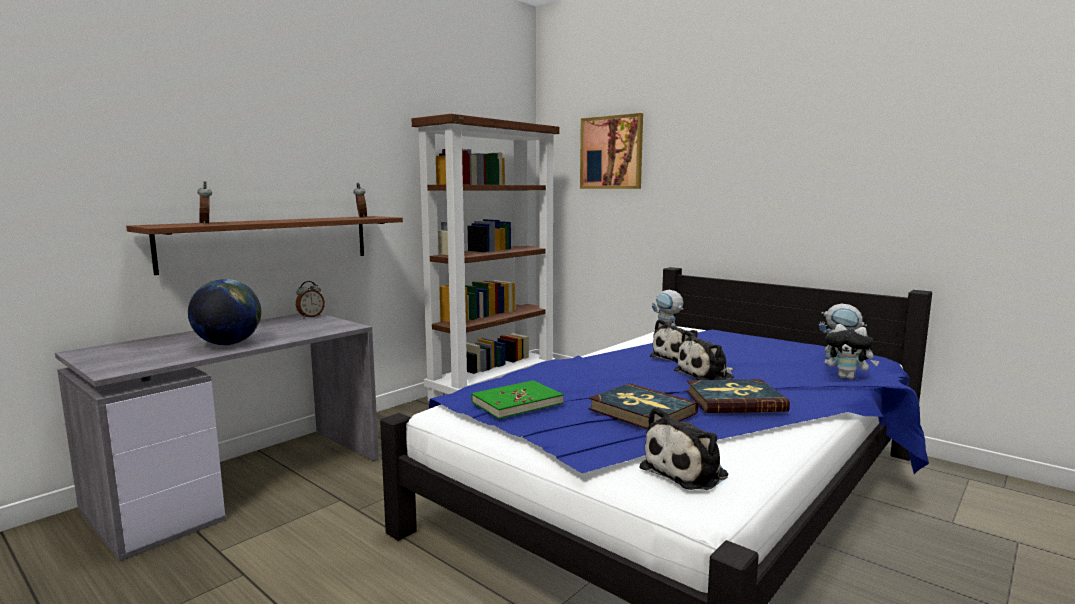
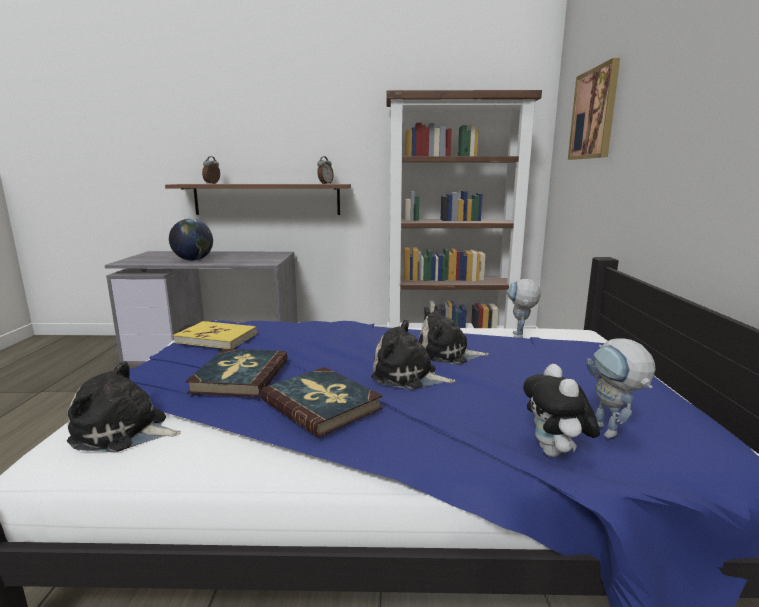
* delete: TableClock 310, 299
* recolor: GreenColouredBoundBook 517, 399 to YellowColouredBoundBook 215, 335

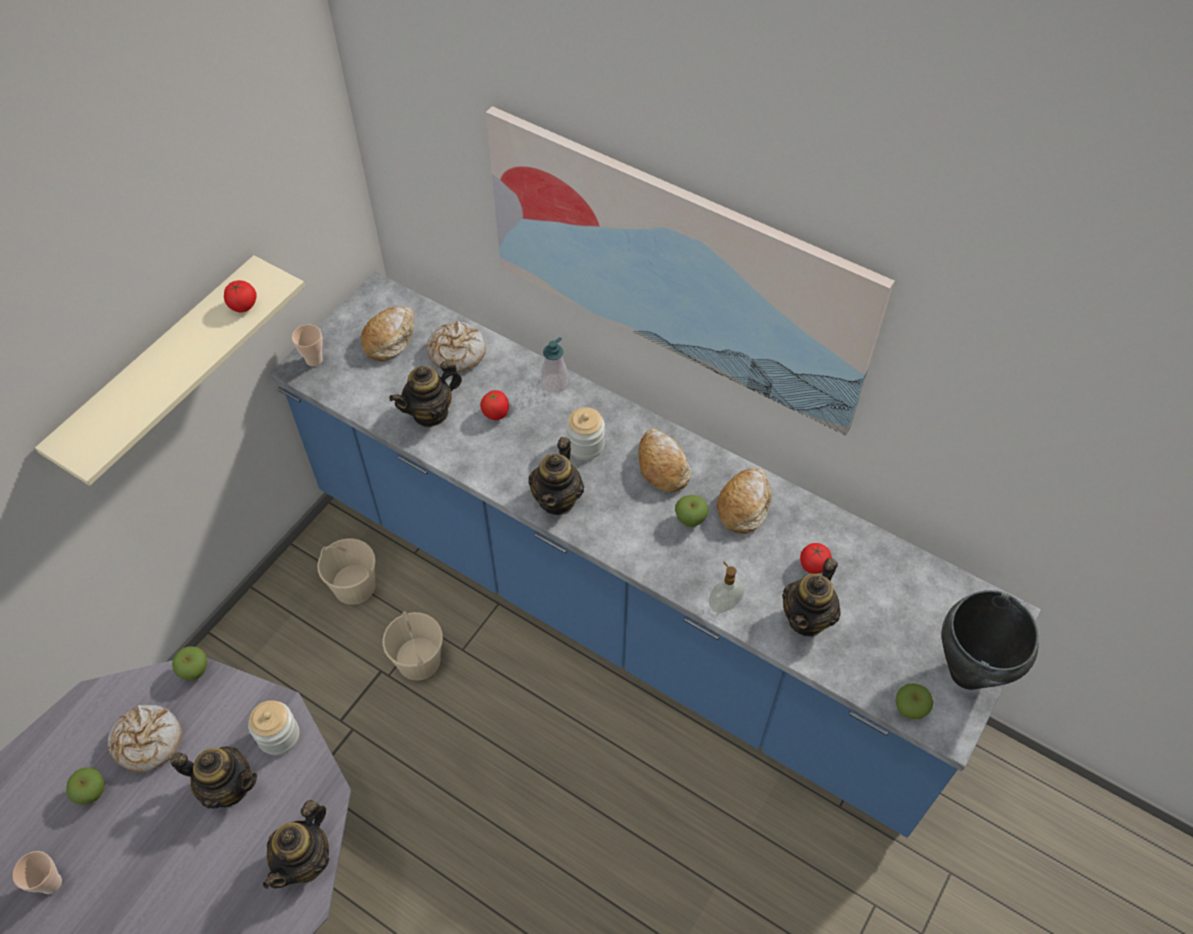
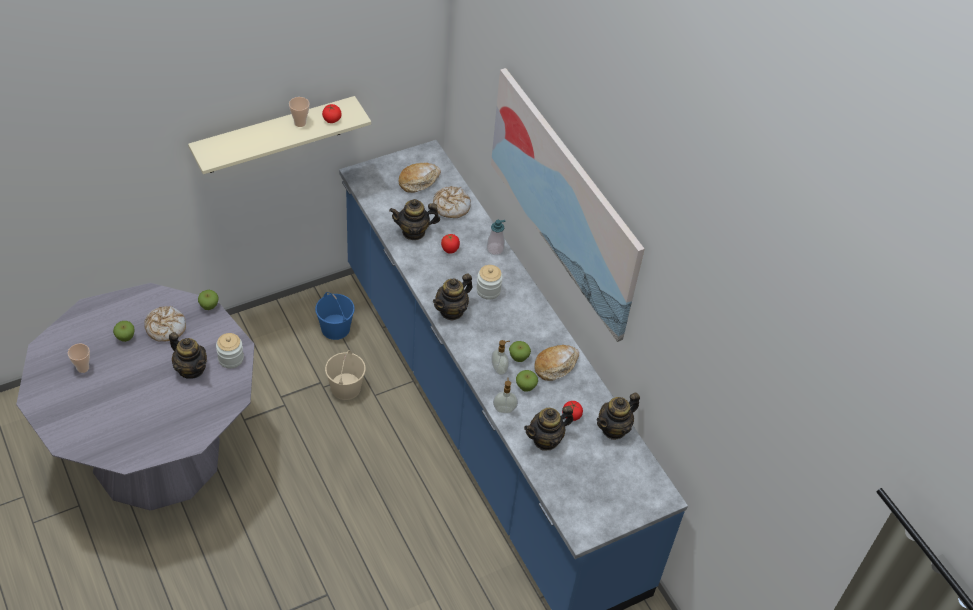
* delete: BakedBread 664, 461
* delete: BlackishCookingPot 990, 640
* insert: LiquidSoapBottle 500, 357
* move: TeaPot 296, 844 to 618, 416
* move: Cup 307, 345 to 299, 112
* move: AppleFruit 915, 701 to 527, 381
* recolor: SandColouredBucket 346, 572 to BlueBucket 335, 316

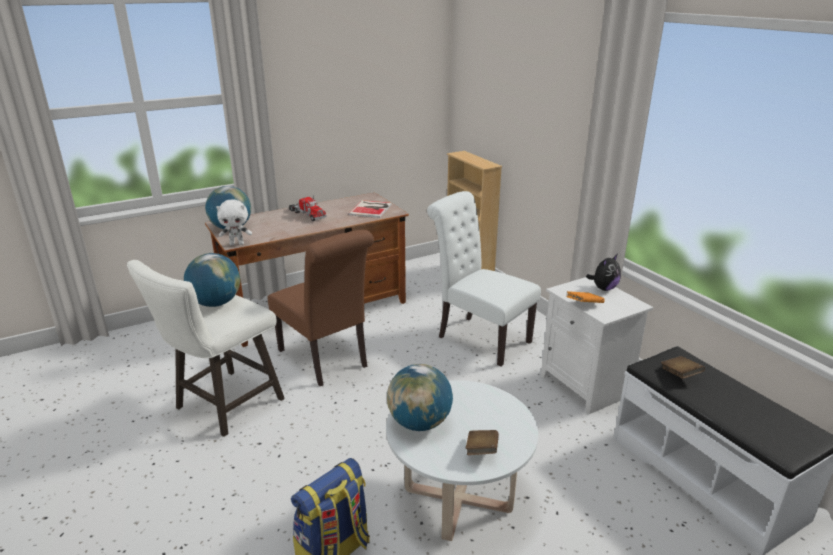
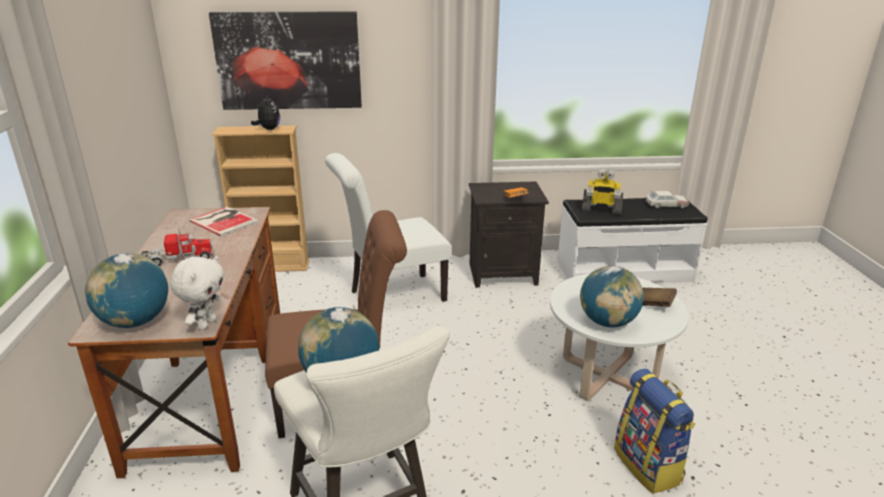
* insert: WallPicture 285, 60
* insert: ModelCar 667, 199
* move: CuddlyToy 603, 273 to 265, 113
* replace: BrownBoundBook 683, 367 to ToyRobot 602, 191
* recolor: WhitishNightstand 597, 345 to BlackishNightstand 509, 235

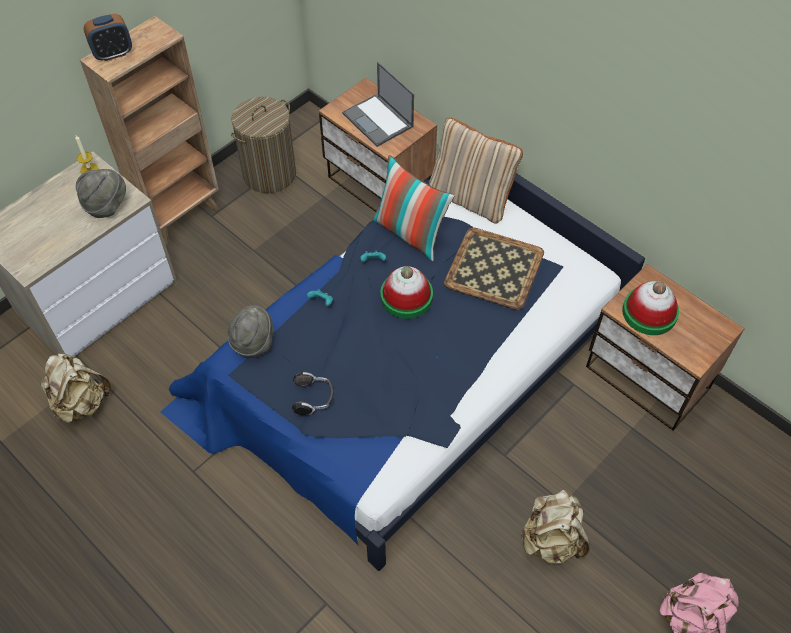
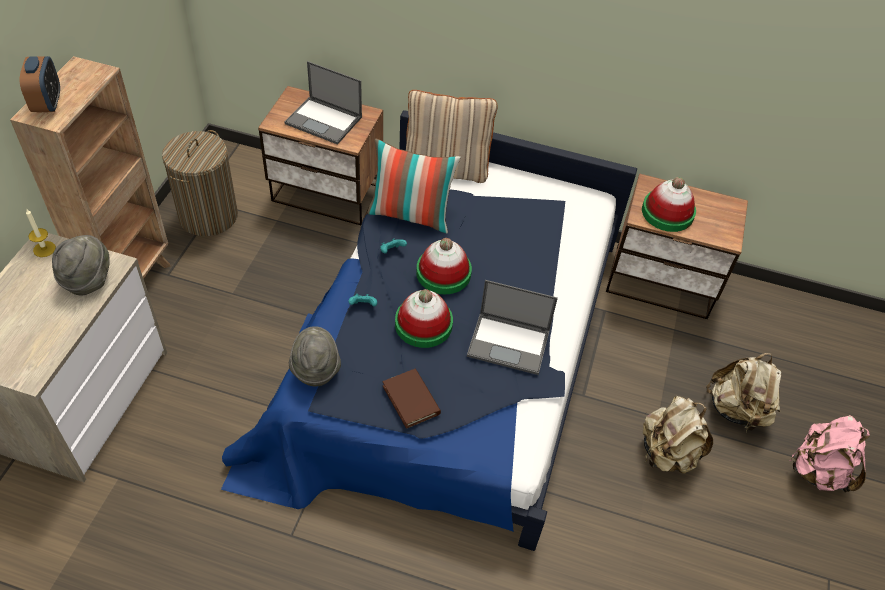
* delete: CarryingTray 494, 268
* insert: Hat 424, 318
* insert: NotebookComputer 512, 327
* move: SandColouredKnapsack 76, 388 to 743, 392
* replace: Headset 312, 394 to BrownBoundBook 411, 399
* rotate: TableClock 108, 37 = 40, 84 45 degrees counterclockwise

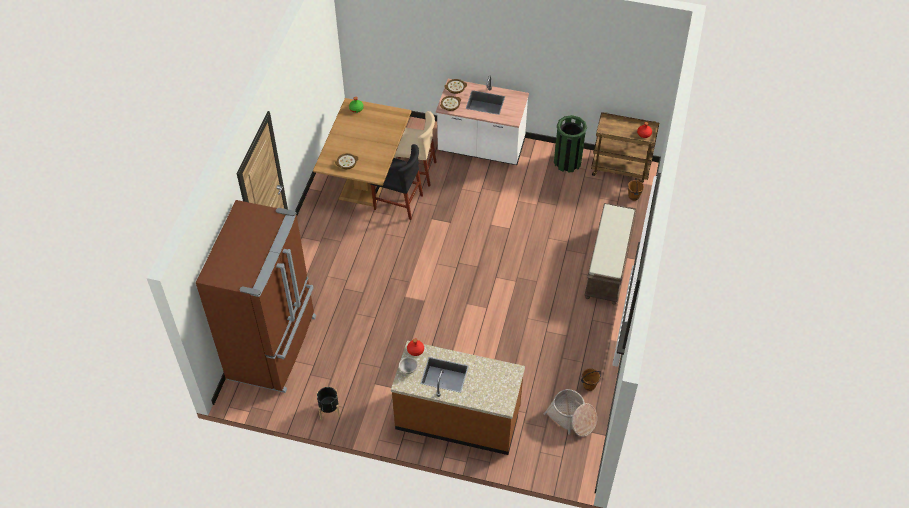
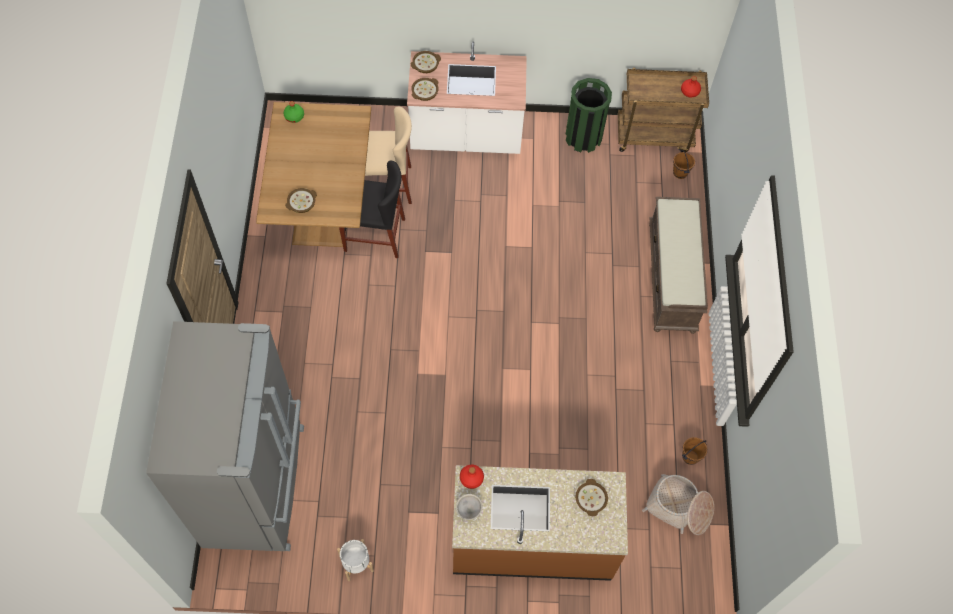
* insert: DeepDish 591, 497
* recolor: BrownRefrigerator 256, 296 to GrayRefrigerator 225, 436
* recolor: BlackishFlowerPot 328, 403 to WhitishFlowerPot 355, 560

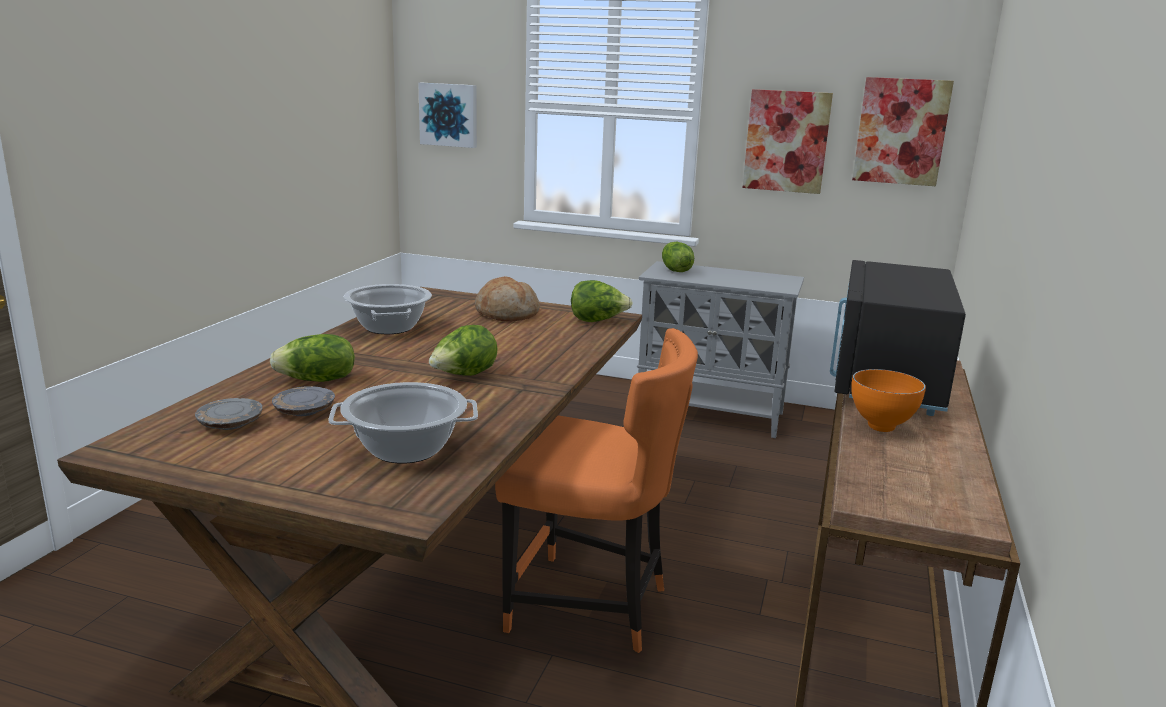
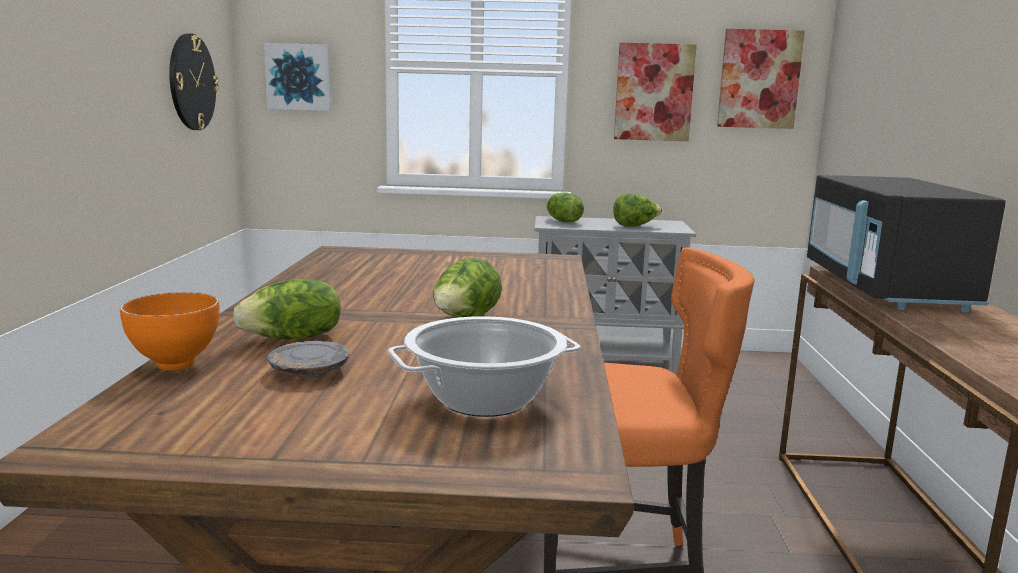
* delete: GrayPlate 228, 414
* delete: CookingPot 388, 309
* delete: BakedBread 507, 299
* insert: HangingClock 194, 81
* move: Lettuce 602, 301 to 637, 210
* move: OrangeColouredDeepDish 888, 400 to 170, 331

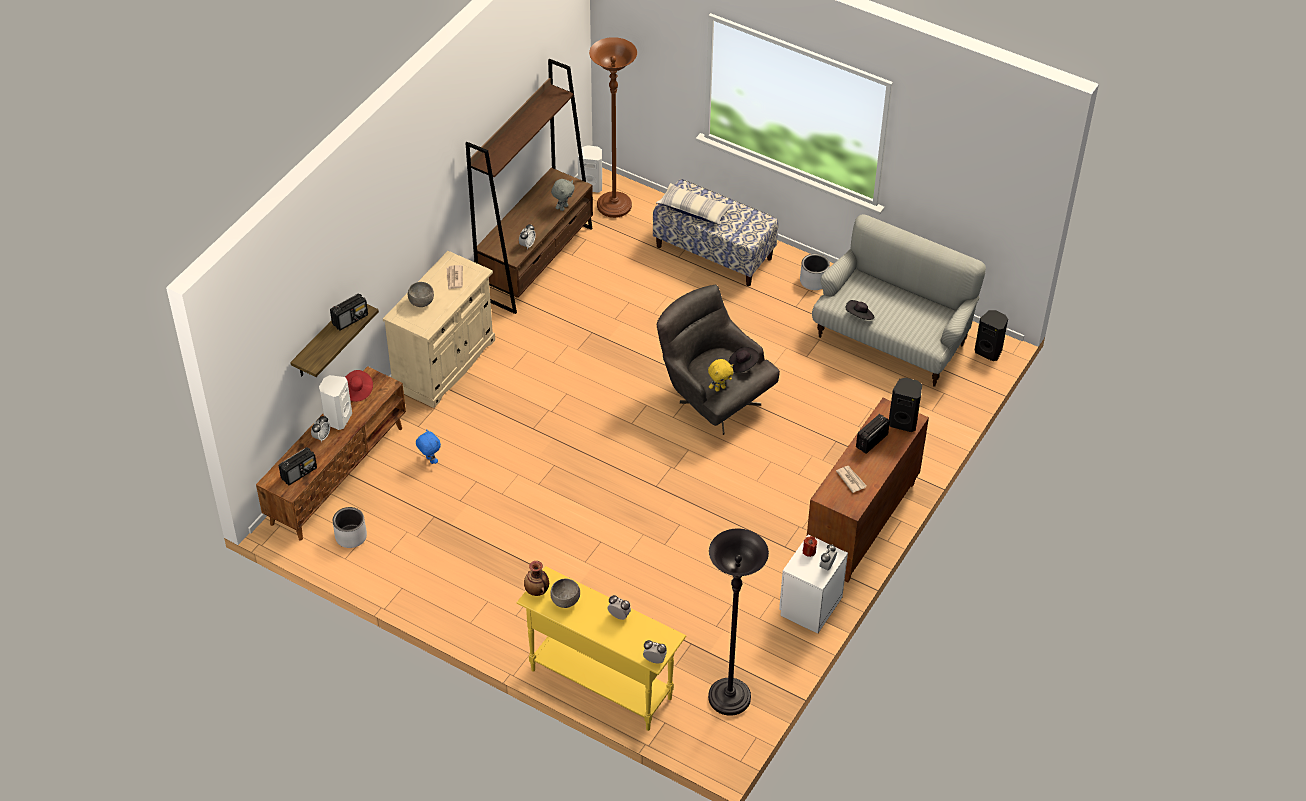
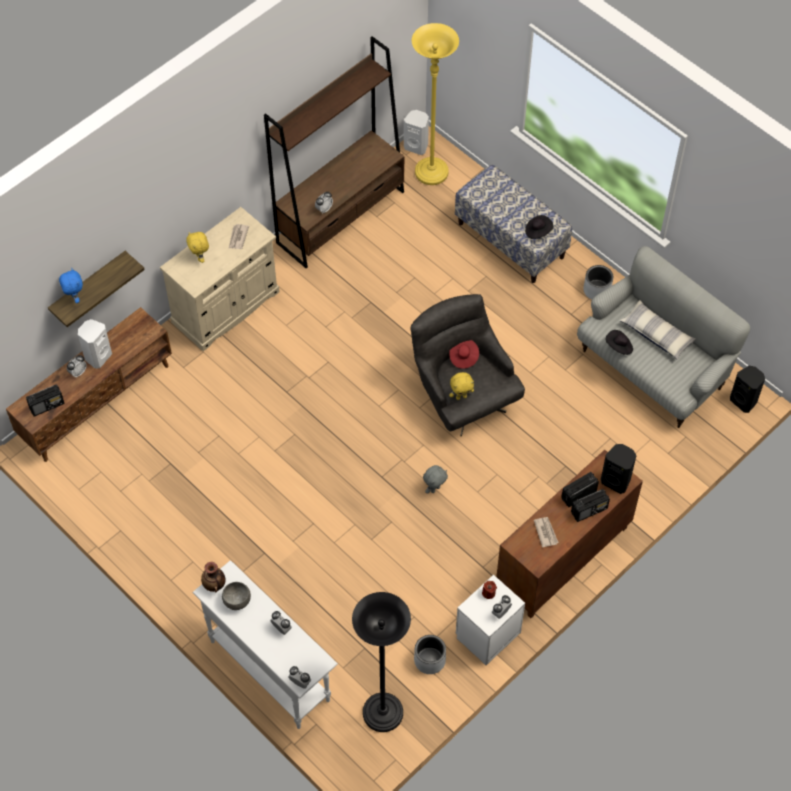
* move: Radio 349, 312 to 590, 505
* move: GrayFlowerPot 350, 527 to 430, 654
* move: RedColouredHat 359, 386 to 464, 354
* move: BlueCuddlyToy 428, 446 to 71, 285
* move: GrayCuddlyToy 563, 195 to 435, 479
* move: Cushion 694, 204 to 657, 330
* move: BlackishHat 744, 360 to 539, 227
* replace: GrayDeepDish 421, 294 to YellowColouredCuddlyToy 197, 247
* recolor: YellowColouredHallTable 601, 648 to WhitishHallTable 265, 644
* recolor: BrownStandingLamp 613, 127 to YellowColouredStandingLamp 435, 104

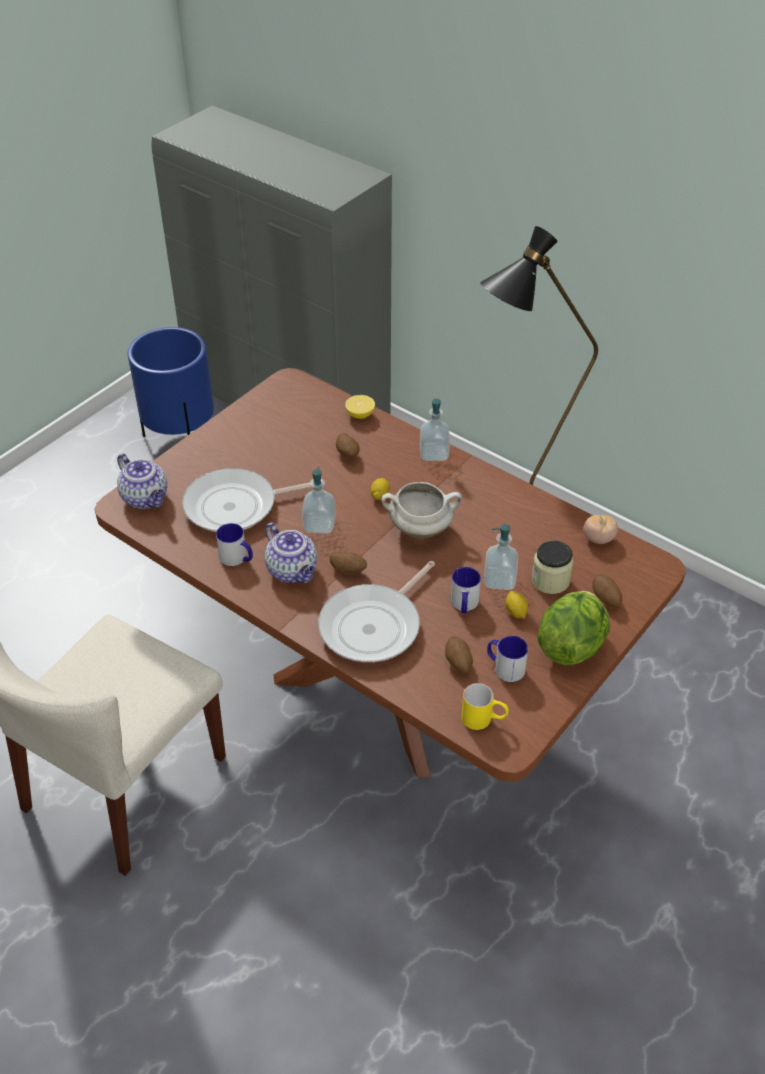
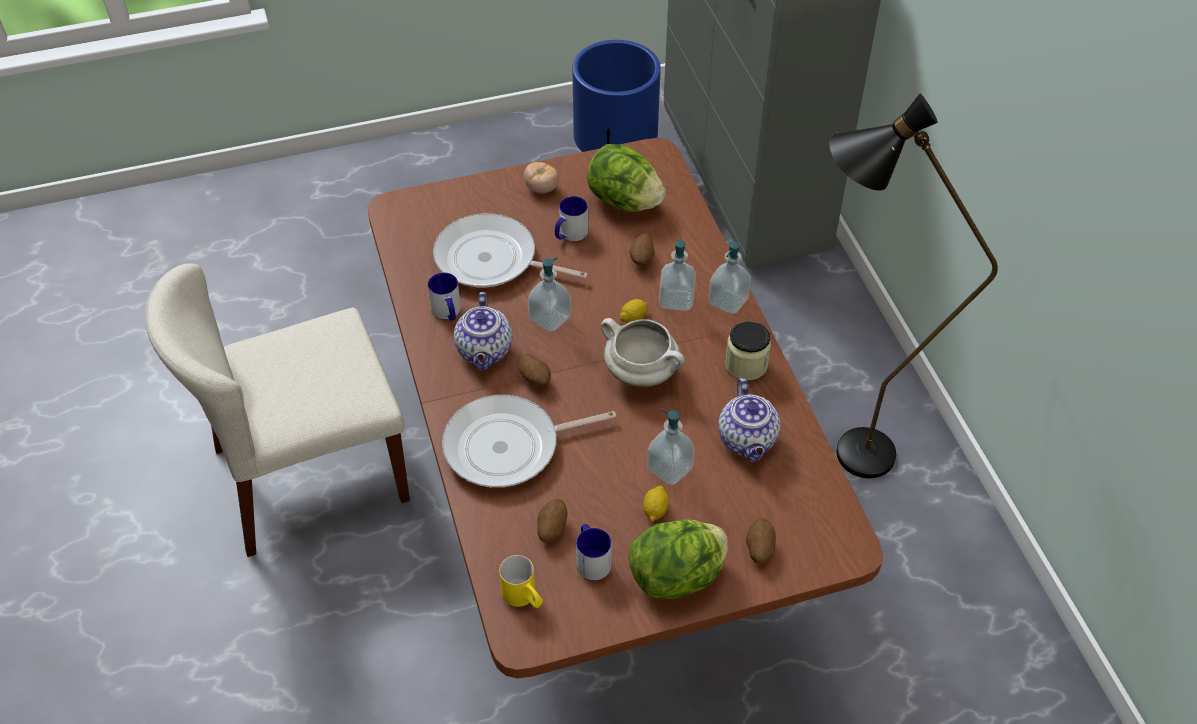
* delete: CitrusFruit 360, 407
* insert: Lettuce 626, 178
* insert: LiquidSoapBottle 677, 274
* move: TeaPot 142, 481 to 749, 420
* move: CoffeeMug 466, 590 to 571, 218
* move: StorageJar 552, 567 to 748, 350
* move: Tomato 600, 529 to 541, 177

